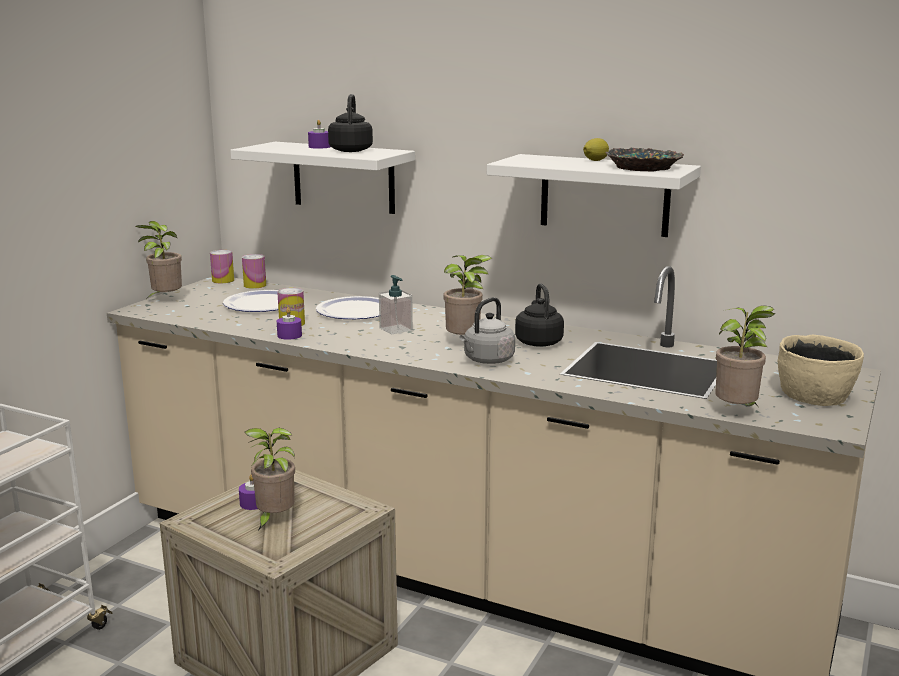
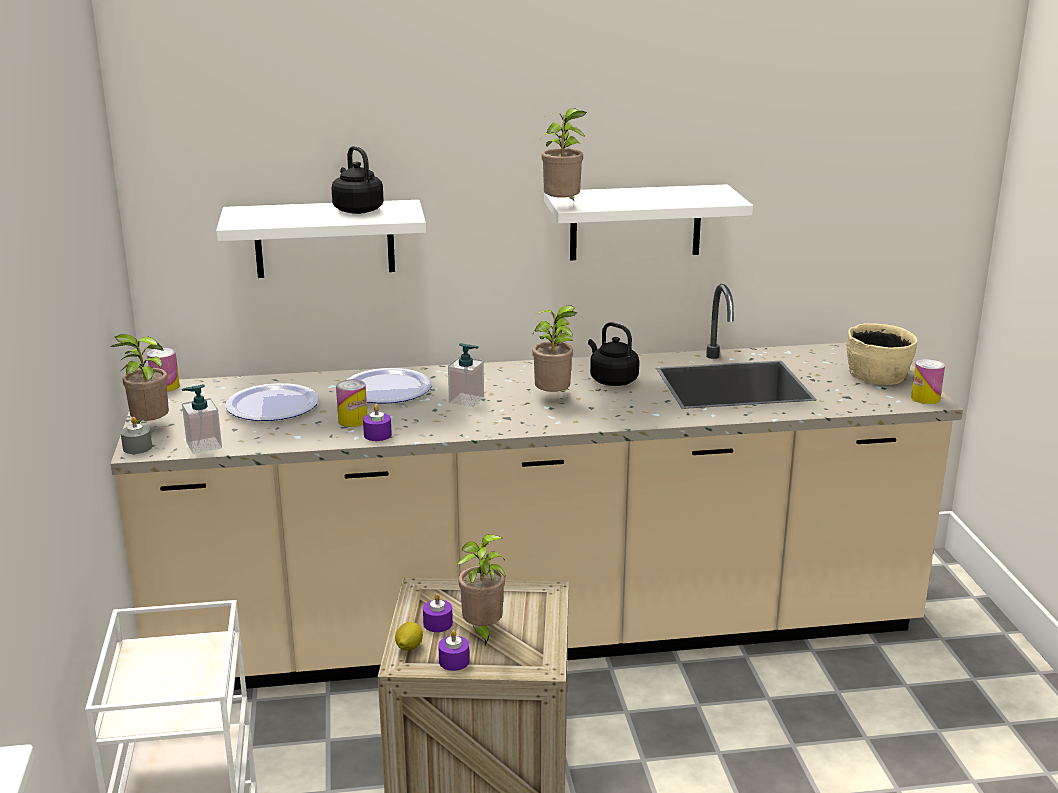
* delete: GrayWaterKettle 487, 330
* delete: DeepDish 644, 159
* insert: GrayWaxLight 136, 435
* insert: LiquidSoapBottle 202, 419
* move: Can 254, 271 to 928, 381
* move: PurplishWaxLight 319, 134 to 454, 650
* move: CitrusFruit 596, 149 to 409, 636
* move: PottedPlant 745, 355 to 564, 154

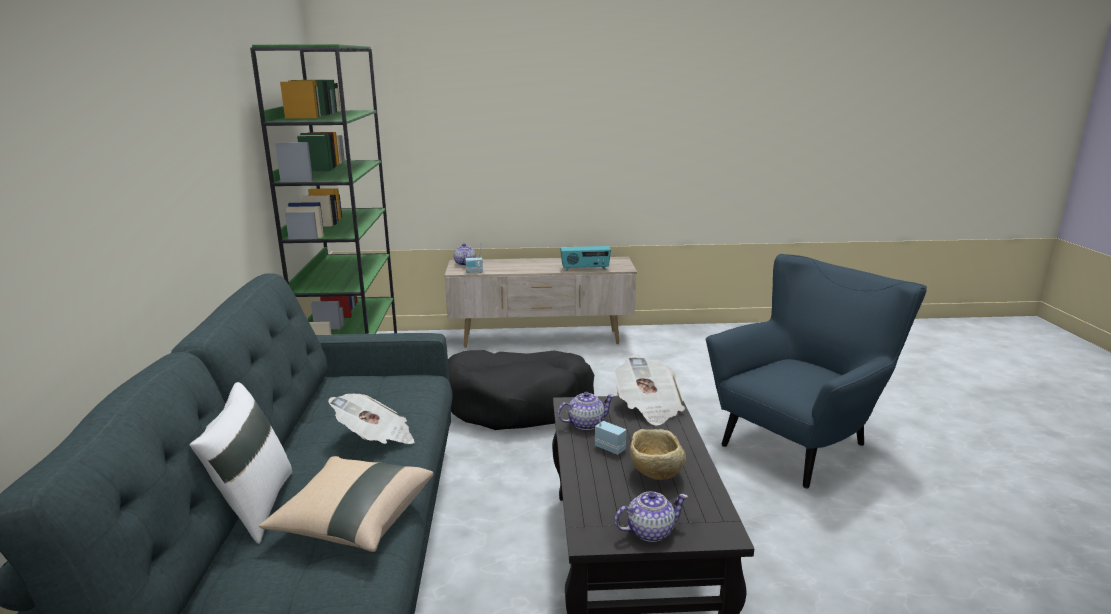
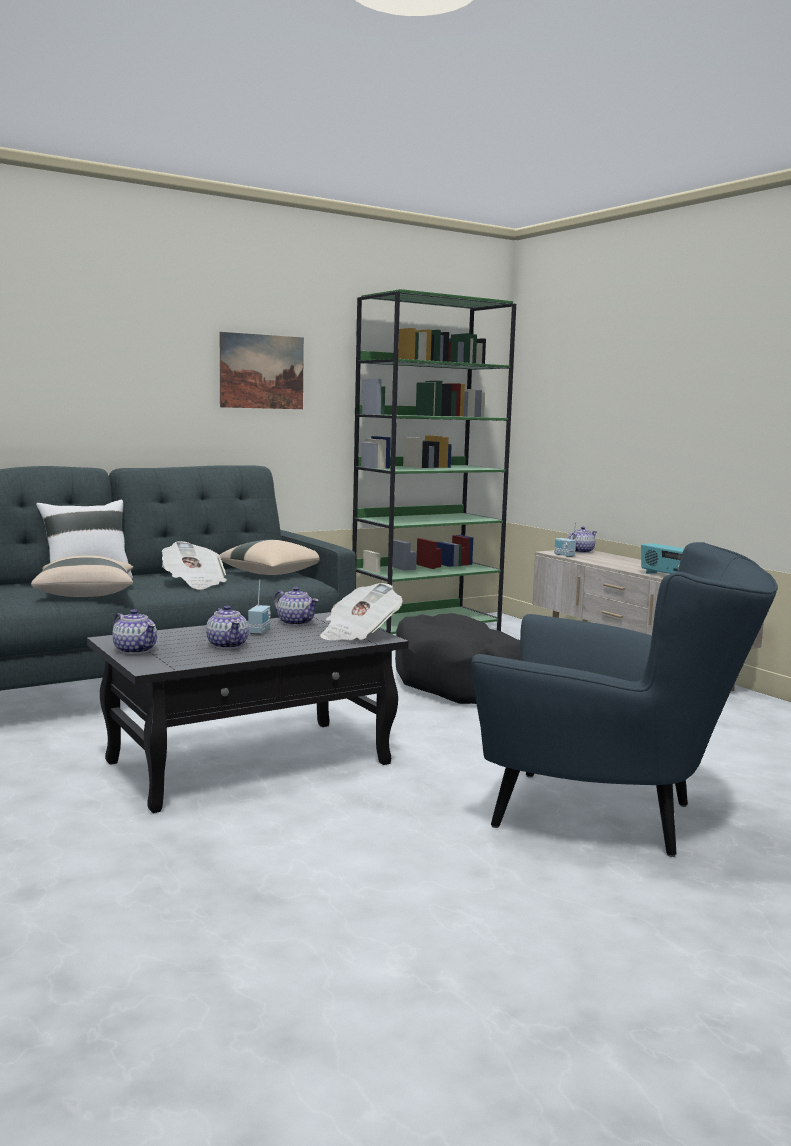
* insert: WallPicture 262, 370
* insert: SandColouredCushion 269, 557
* replace: SandColouredDeepDish 658, 454 to TeaPot 227, 627

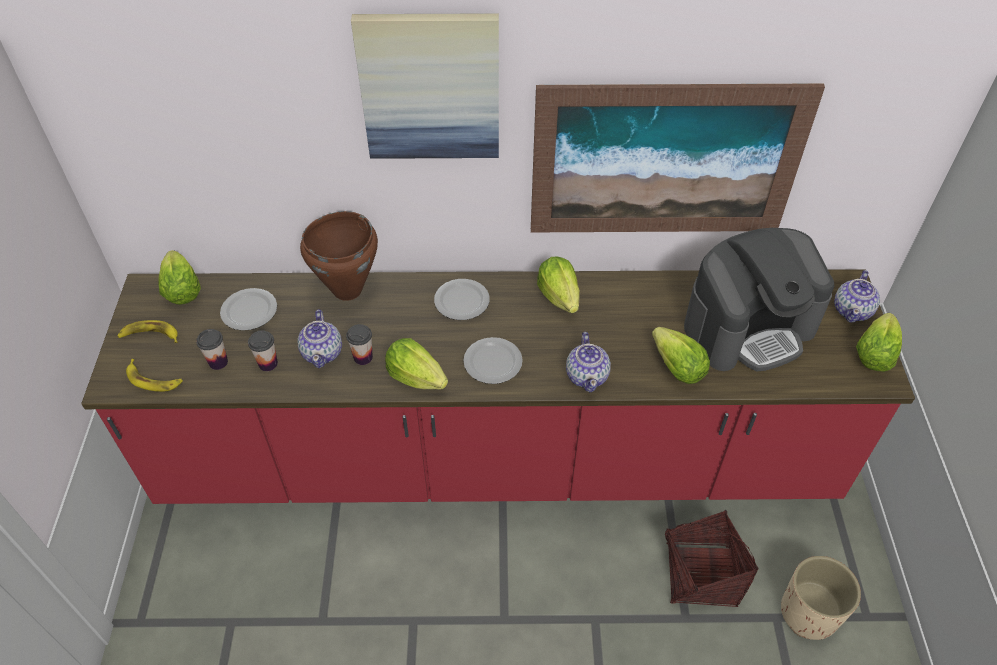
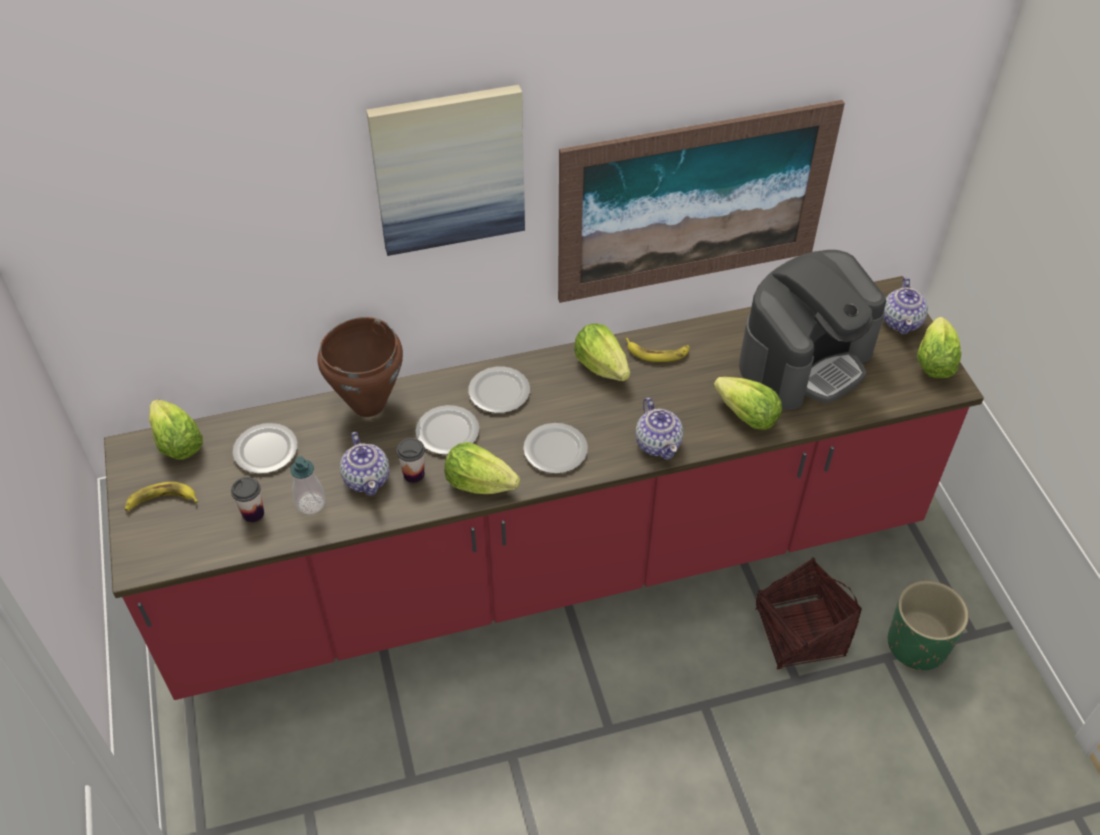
* insert: Plate 447, 430
* move: WholeBanana 154, 375 to 658, 350
* replace: Cup 263, 350 to LiquidSoapBottle 307, 485
* recolor: SandColouredFlowerPot 821, 598 to GreenColouredFlowerPot 928, 626

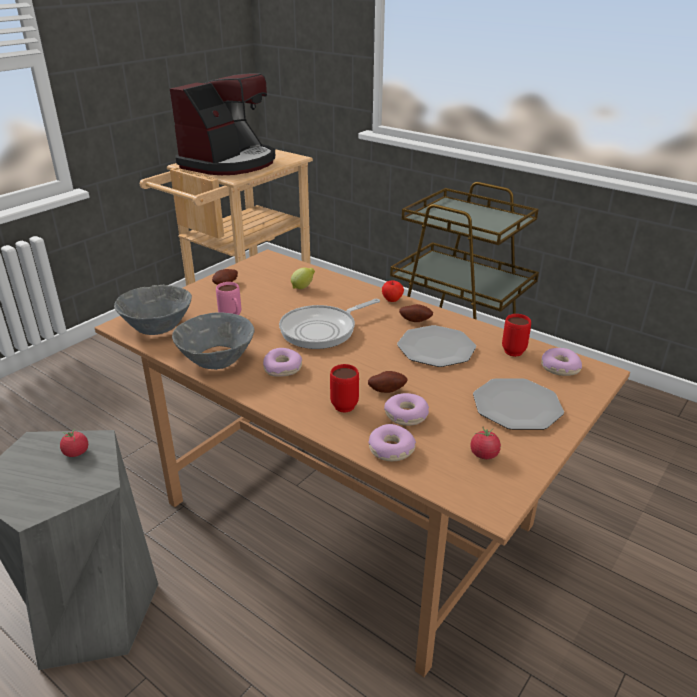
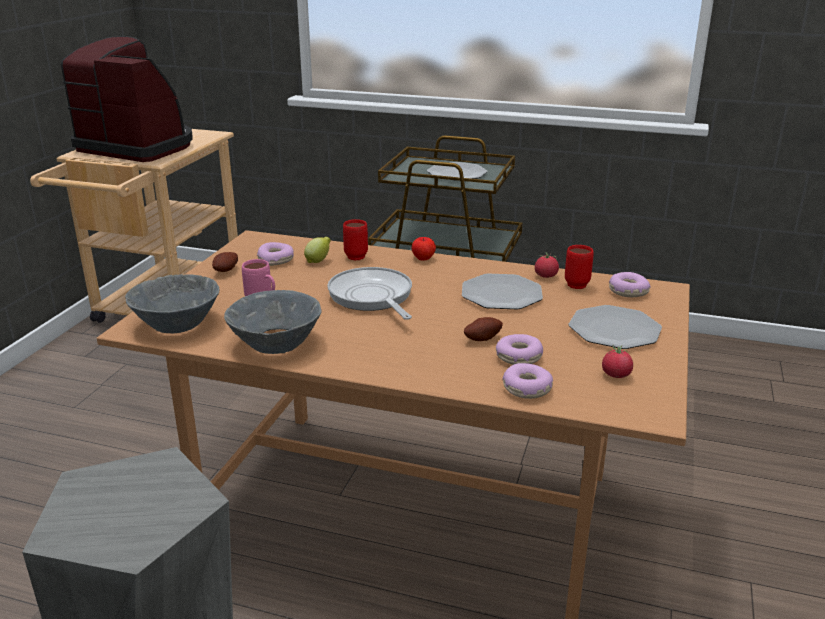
* delete: WholePotato 416, 313
* insert: Plate 457, 171
* move: Tomato 74, 443 to 547, 265
* move: Doughnut 282, 362 to 275, 254
* move: RedColouredCoffeeMug 344, 388 to 355, 239
* rotate: CoffeeBrewer 222, 124 = 127, 99 75 degrees counterclockwise
* rotate: Skillet 329, 324 = 369, 293 120 degrees clockwise

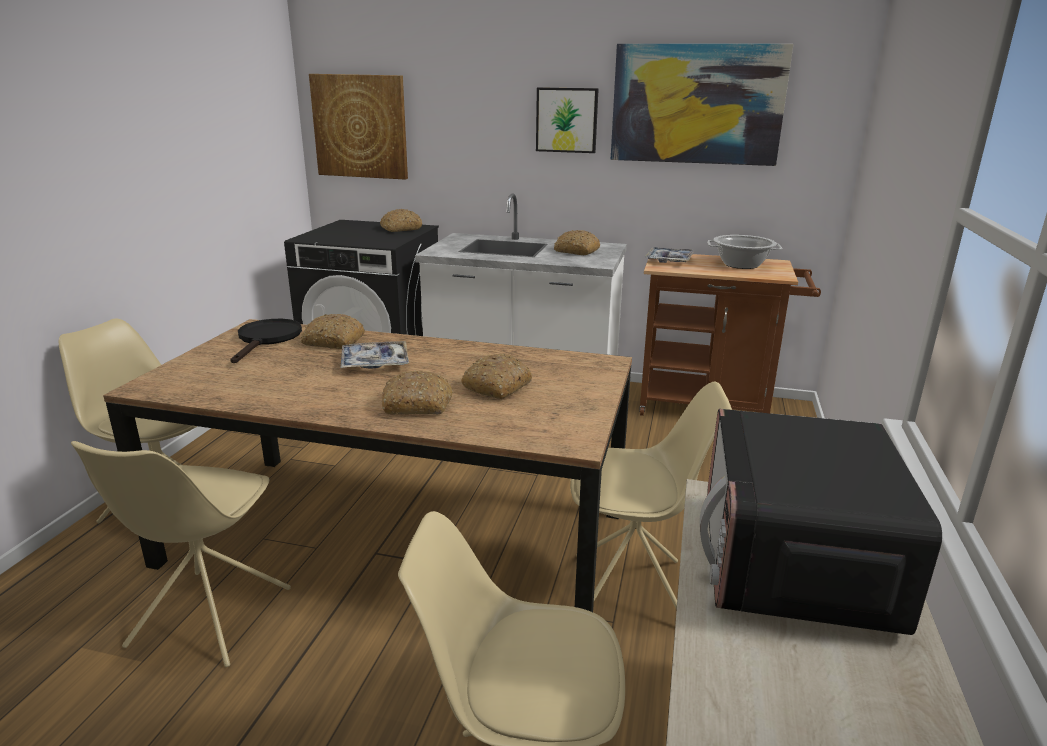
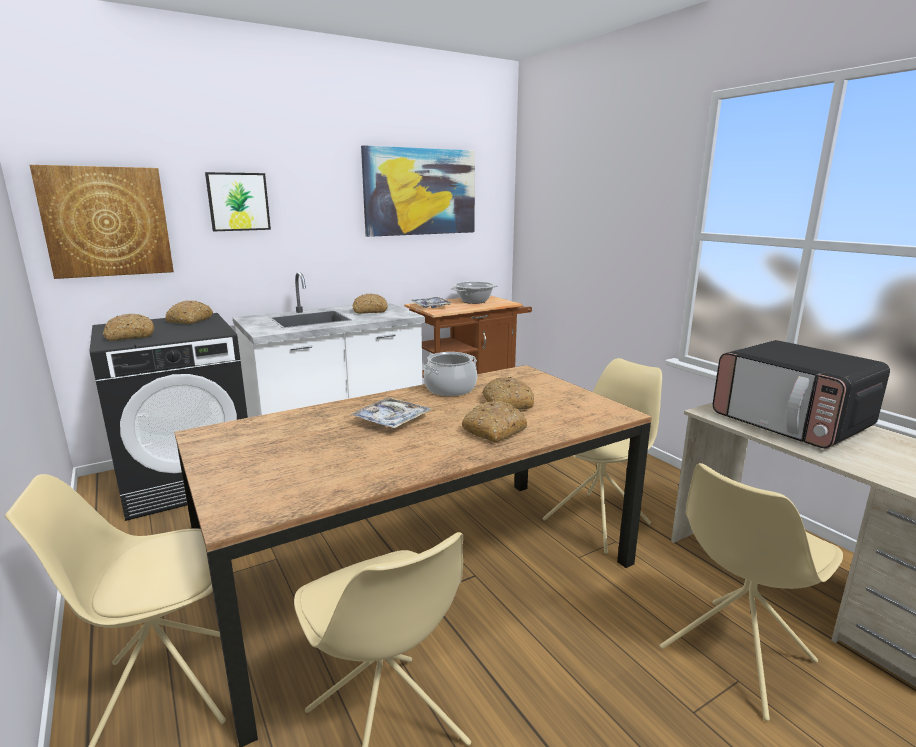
* delete: BlackishSkillet 266, 341
* insert: CookingPot 450, 374
* move: BakedBread 333, 331 to 128, 327
* move: WallPicture 567, 120 to 238, 201

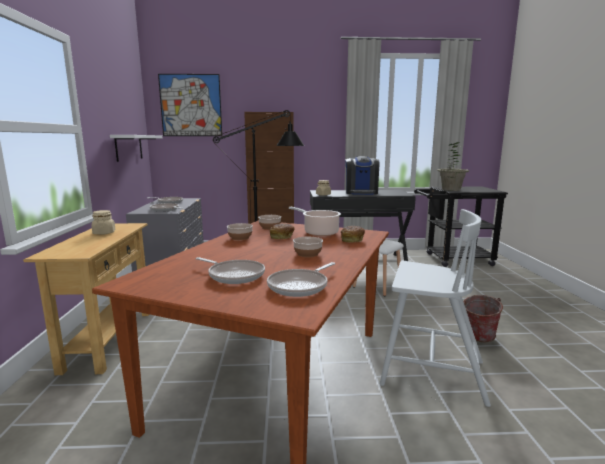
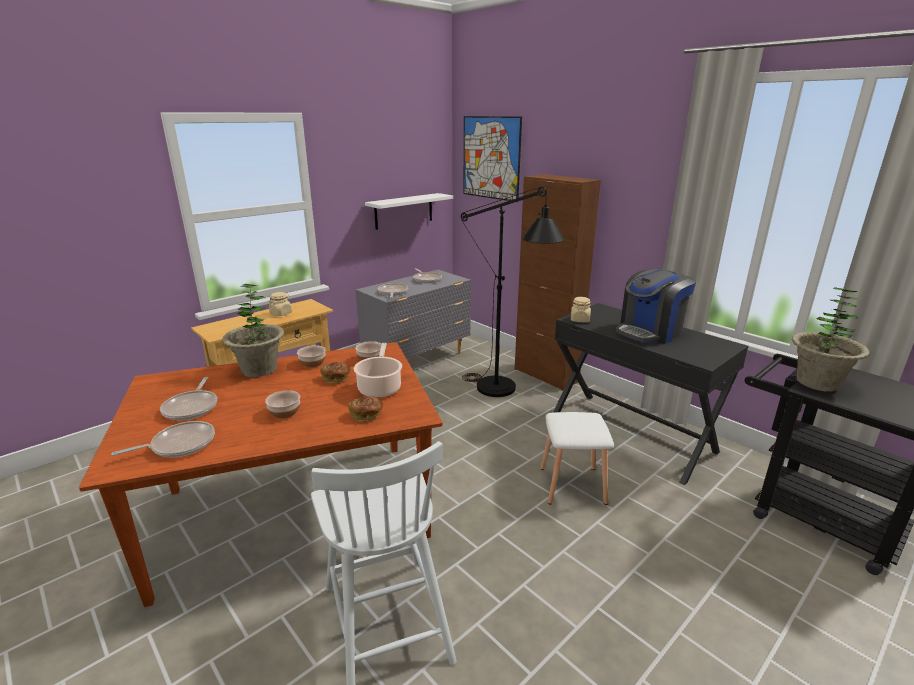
* delete: Bucket 483, 318
* insert: PottedPlant 253, 330
* rotate: Skillet 301, 279 = 163, 439 150 degrees clockwise

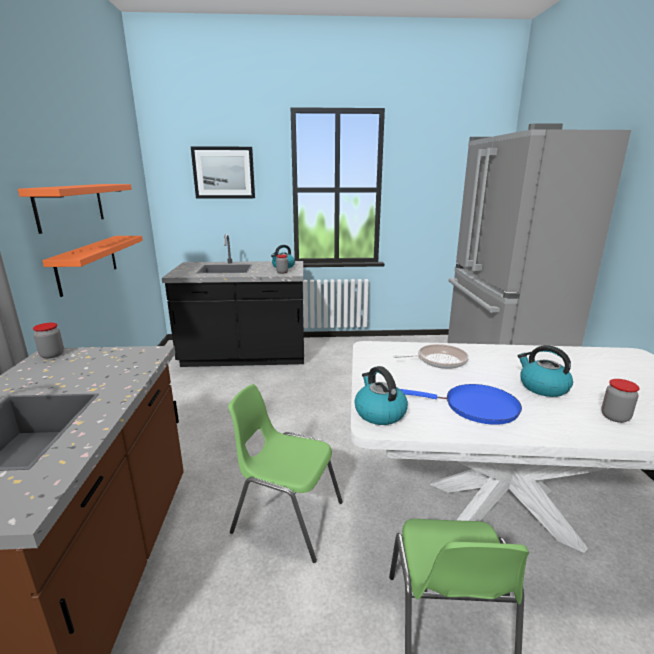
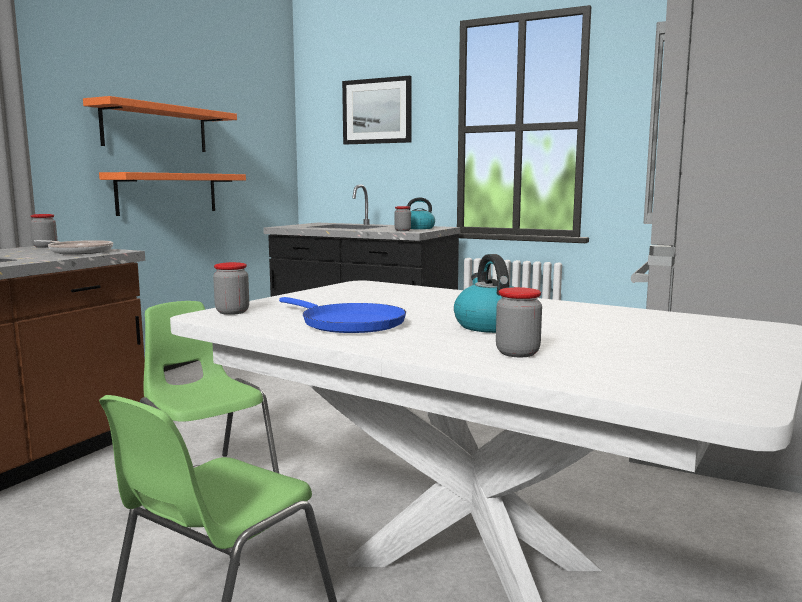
* move: Skillet 431, 356 to 73, 247
* replace: WaterKettle 381, 395 to StorageJar 231, 288

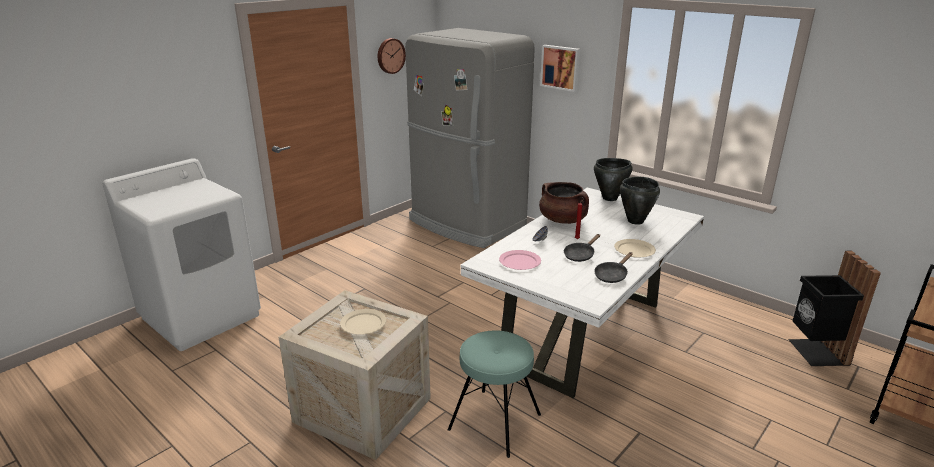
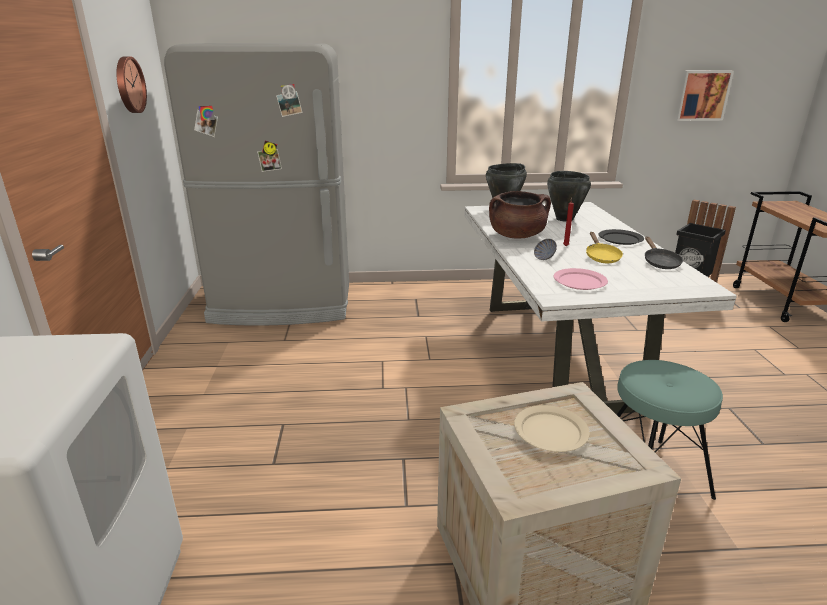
* move: WallPicture 560, 68 to 704, 95
* recolor: BlackishSkillet 582, 248 to YellowColouredSkillet 604, 247
* recolor: SandColouredPlate 635, 248 to BlackishPlate 621, 237

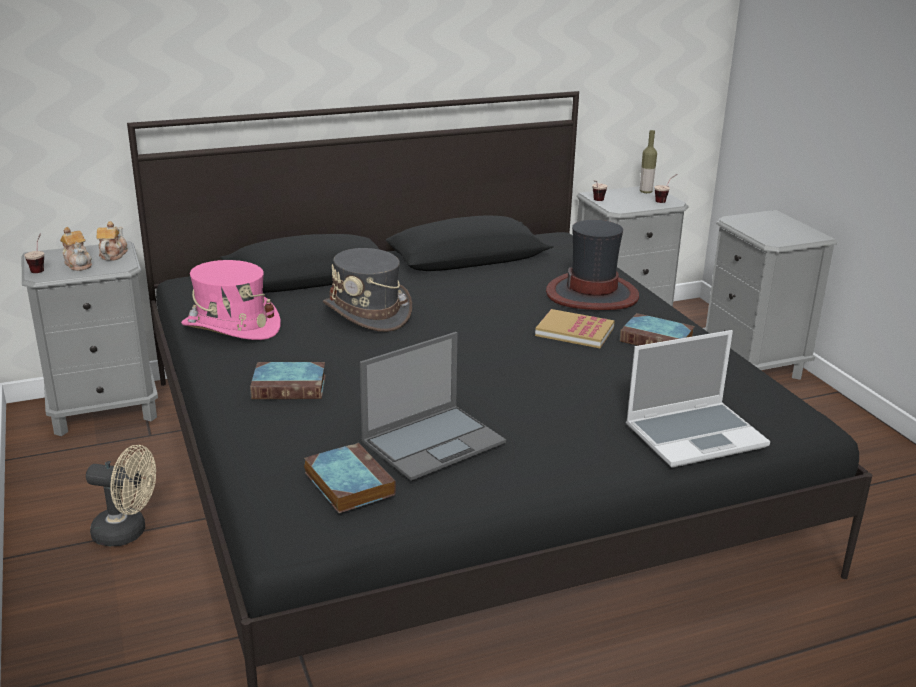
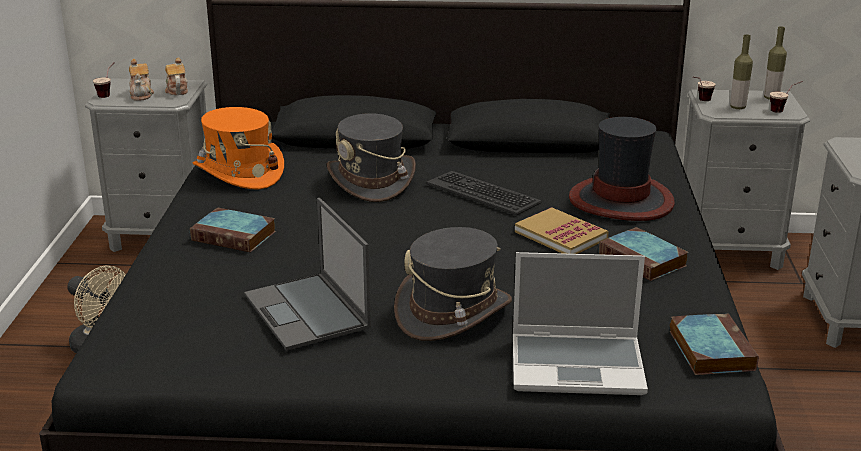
* insert: GrayHat 453, 284
* insert: Keyboard 484, 193
* insert: DrinkBottle 741, 71
* move: BoundBook 350, 478 to 714, 344
* recolor: PinkishHat 231, 300 to OrangeColouredHat 238, 148
* rotate: TeaPot 112, 241 = 176, 76 45 degrees counterclockwise
* rotate: NotebookComputer 433, 406 = 307, 274 75 degrees clockwise

